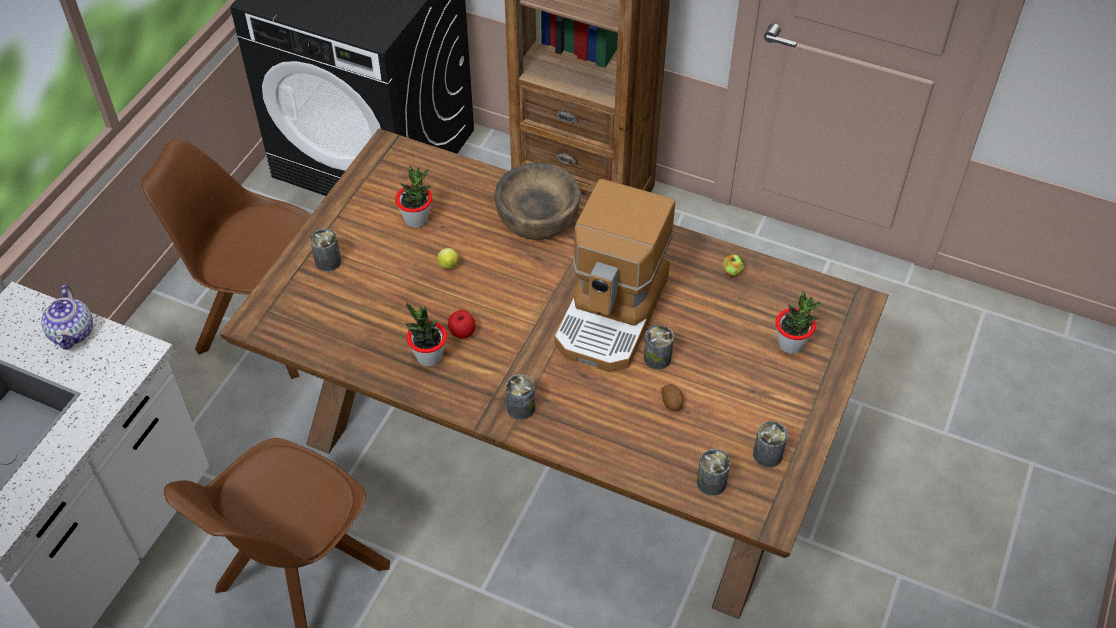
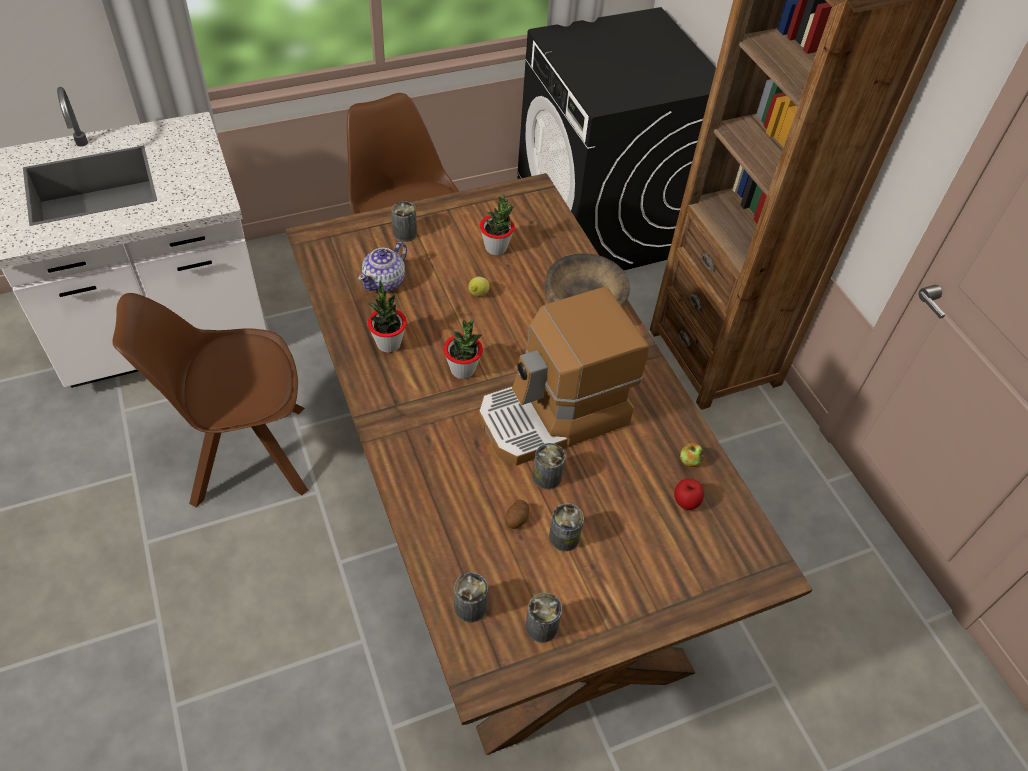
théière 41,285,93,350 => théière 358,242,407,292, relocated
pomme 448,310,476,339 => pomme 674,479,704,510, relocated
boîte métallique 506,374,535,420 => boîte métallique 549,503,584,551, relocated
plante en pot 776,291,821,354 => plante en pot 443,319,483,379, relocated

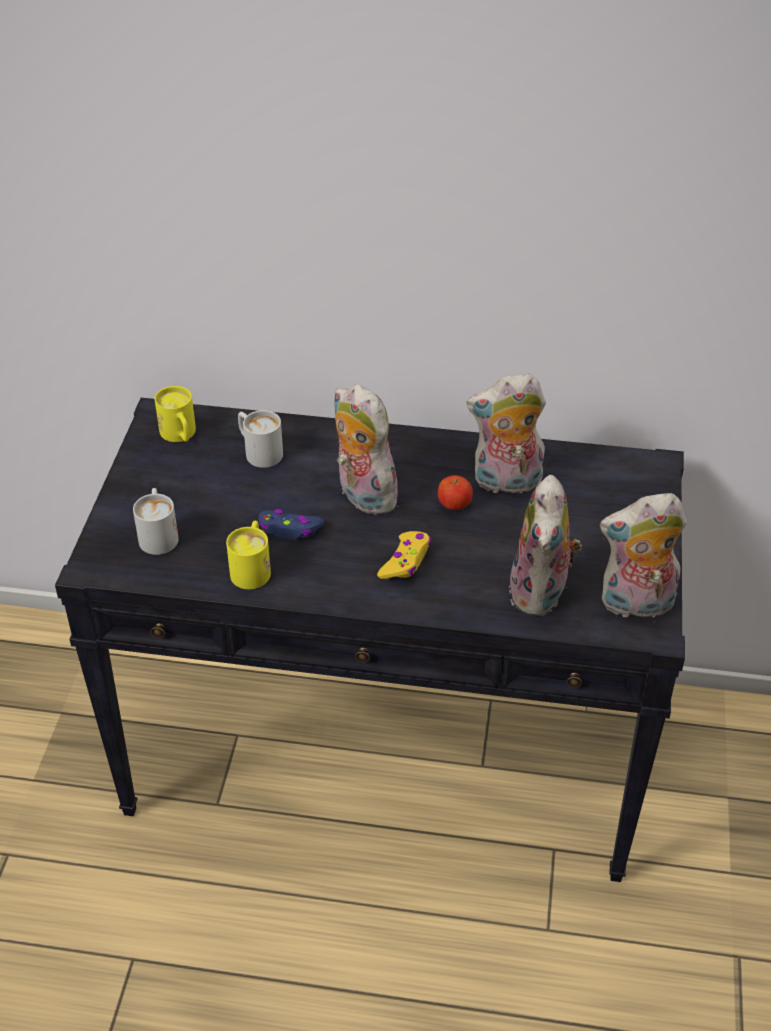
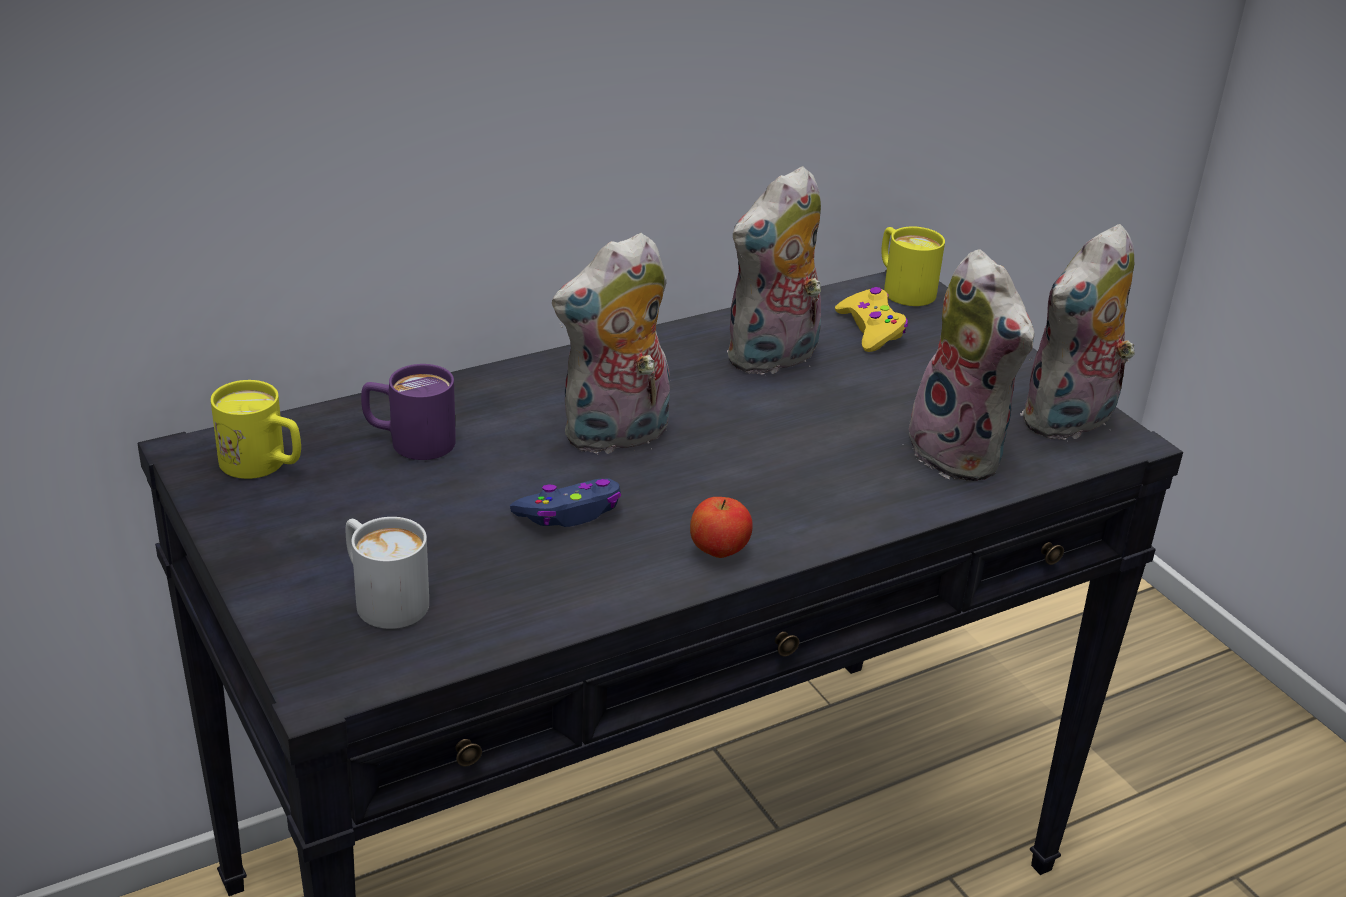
mug/jaune 226,521,271,589 => mug/jaune 881,226,945,306, relocated
mug/blanc 238,410,283,468 => mug/violet 361,364,456,460
peluche 334,384,401,515 => peluche 552,233,670,454, 45 degrees counterclockwise
manette/jaune 377,531,431,579 => manette/jaune 835,287,908,352, relocated
pomme 438,475,473,510 => pomme 690,497,753,558, relocated

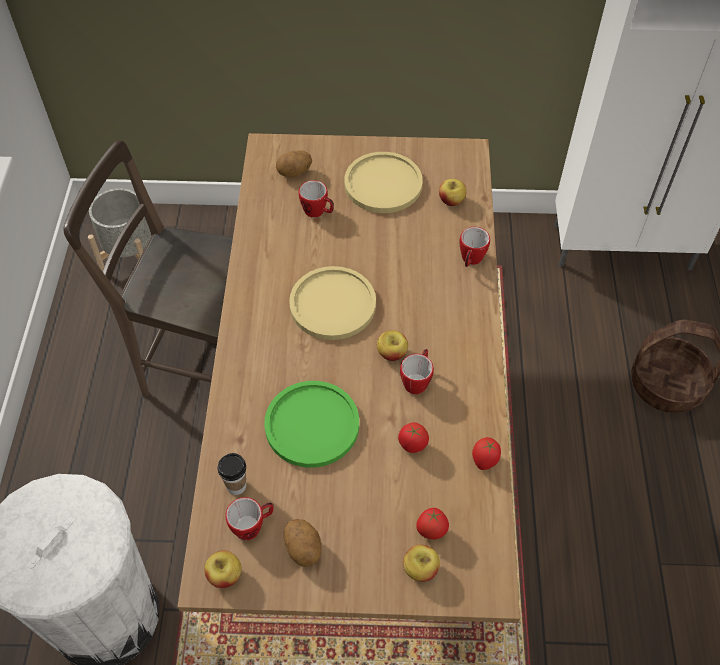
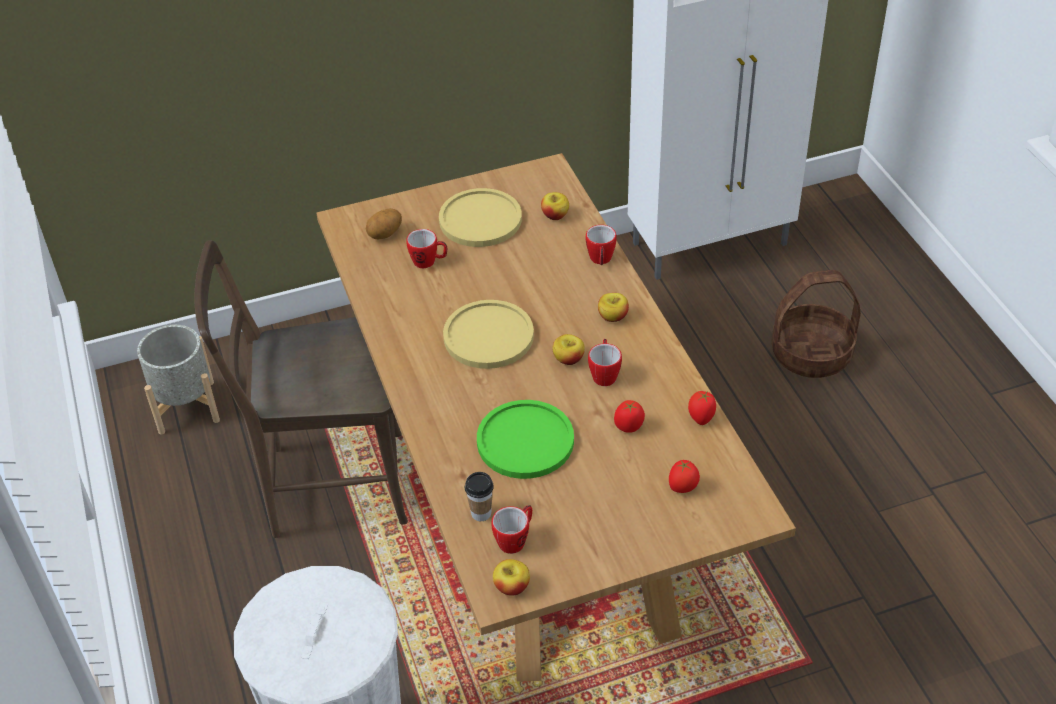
pomme de terre 284,519,321,567 => nothing
pomme 403,545,440,582 => pomme 598,293,629,322, relocated

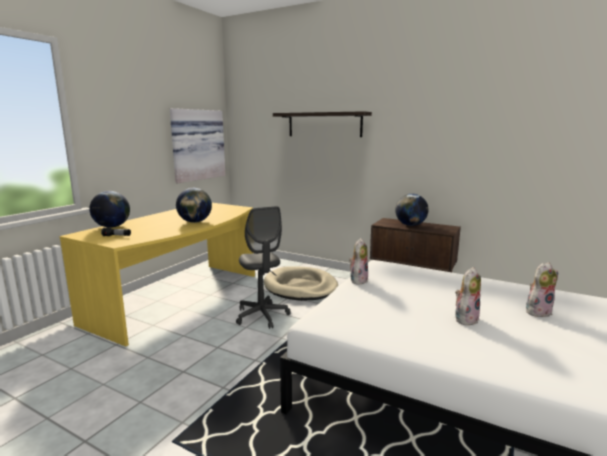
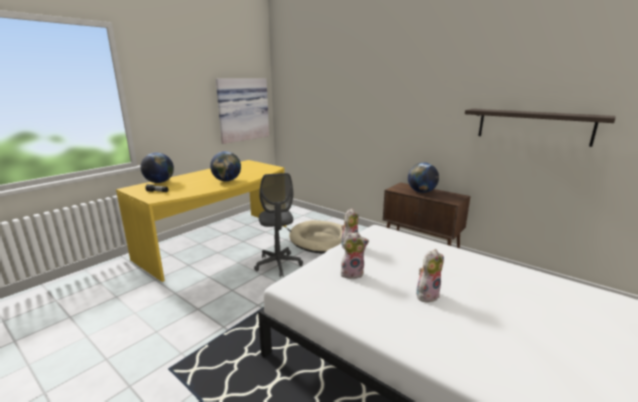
étagère 273,111,372,137 => étagère 465,109,616,147, relocated
peluche 526,263,558,317 => peluche 341,232,369,279, relocated

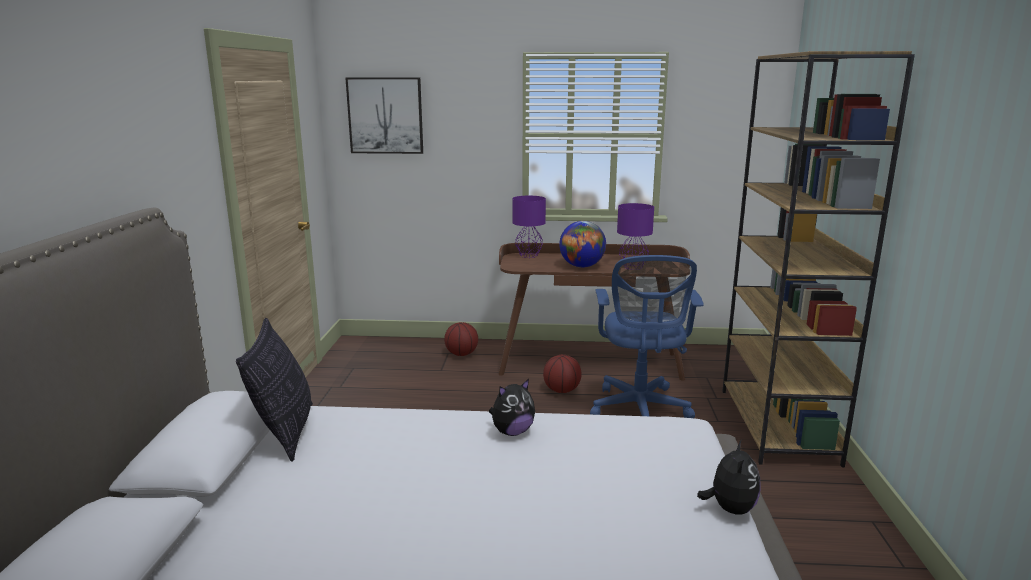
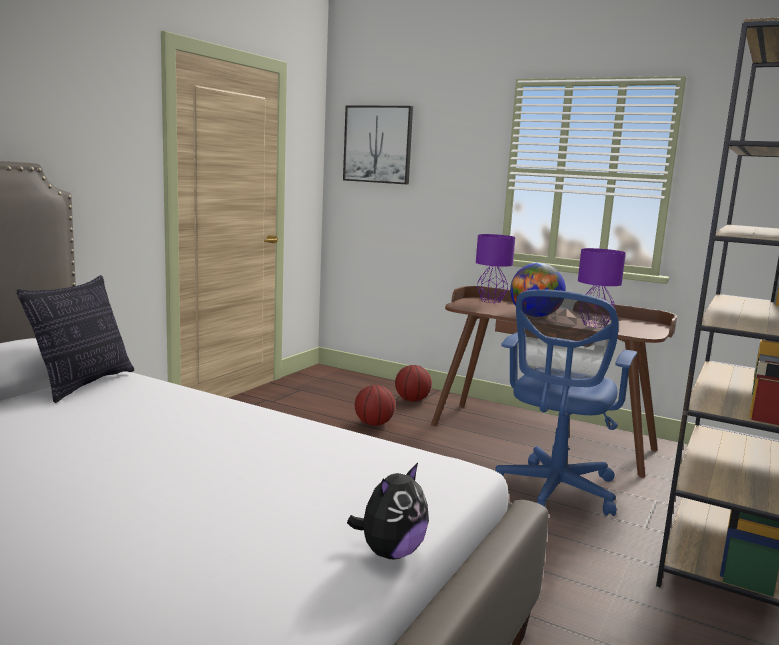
peluche 489,379,535,436 => nothing
ballon de basket 543,355,582,393 => ballon de basket 355,385,395,426, relocated

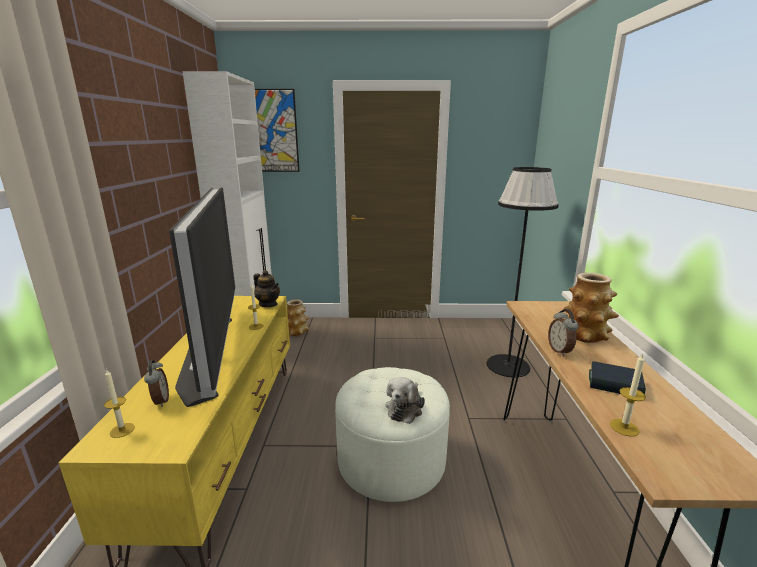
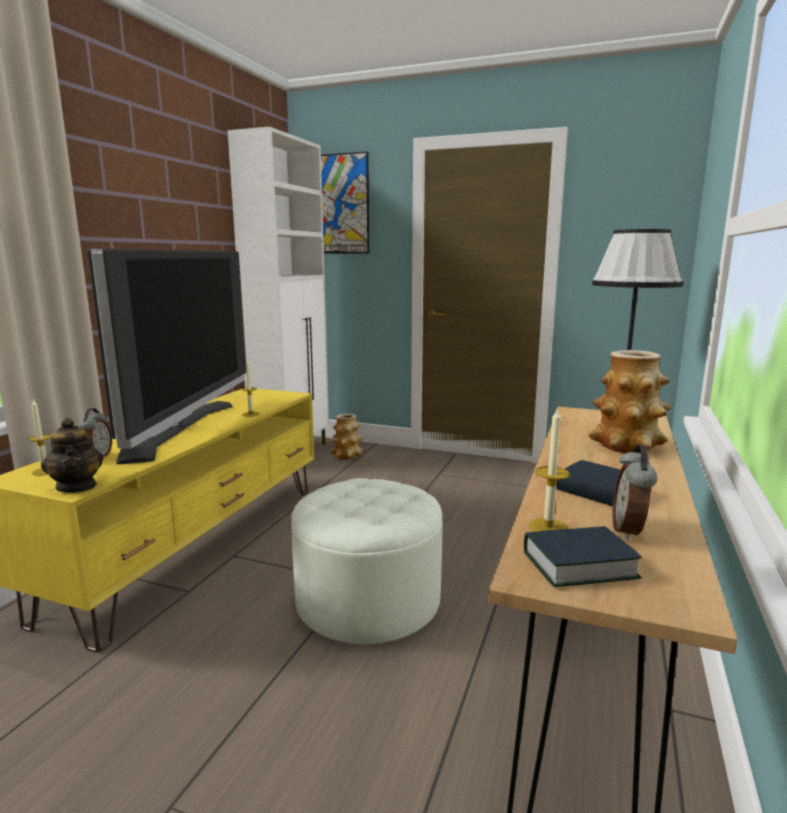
théière 254,270,280,307 => théière 41,418,103,493, relocated
peluche 386,377,425,424 => nothing
réveil 548,309,578,356 => réveil 612,444,657,541, relocated
nothing => livre 524,526,642,587

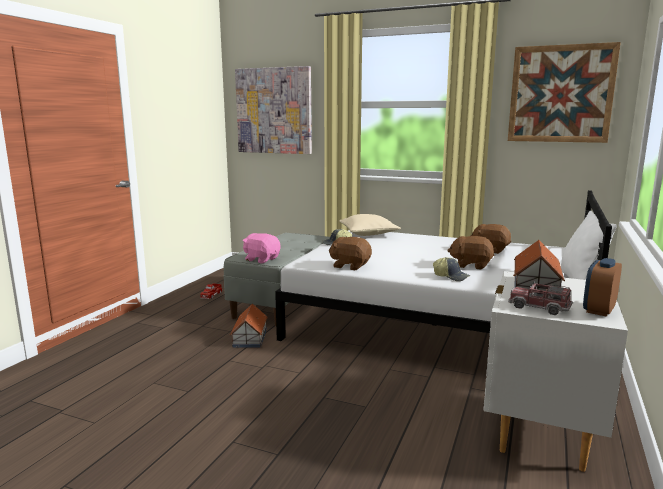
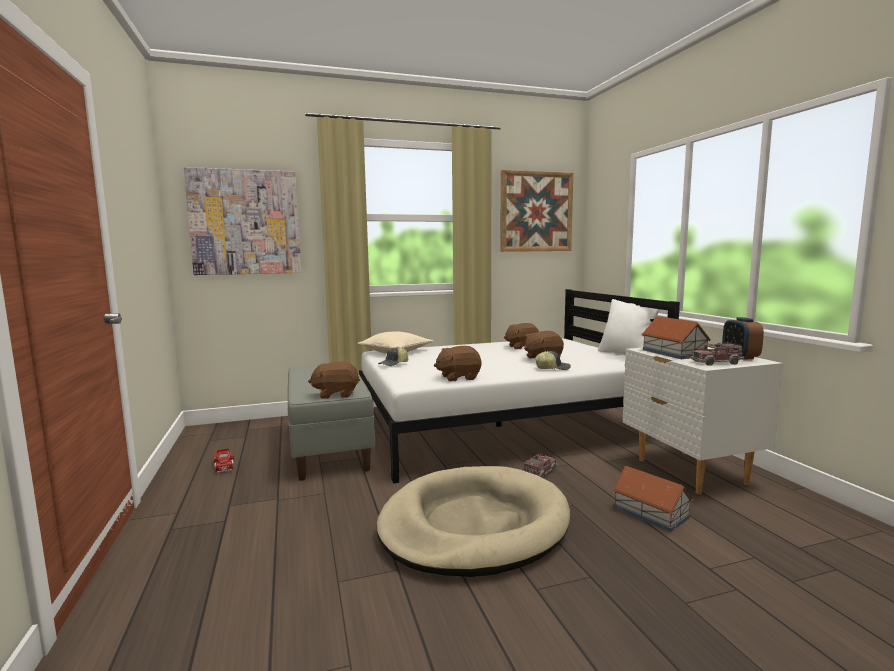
maison miniature 230,304,268,348 => maison miniature 613,466,694,532, relocated
peluche/rose 243,233,280,263 => peluche/marron 308,361,360,399
nothing => panier pour chien/beige 377,466,570,577
nothing => camion jouet 523,454,557,478

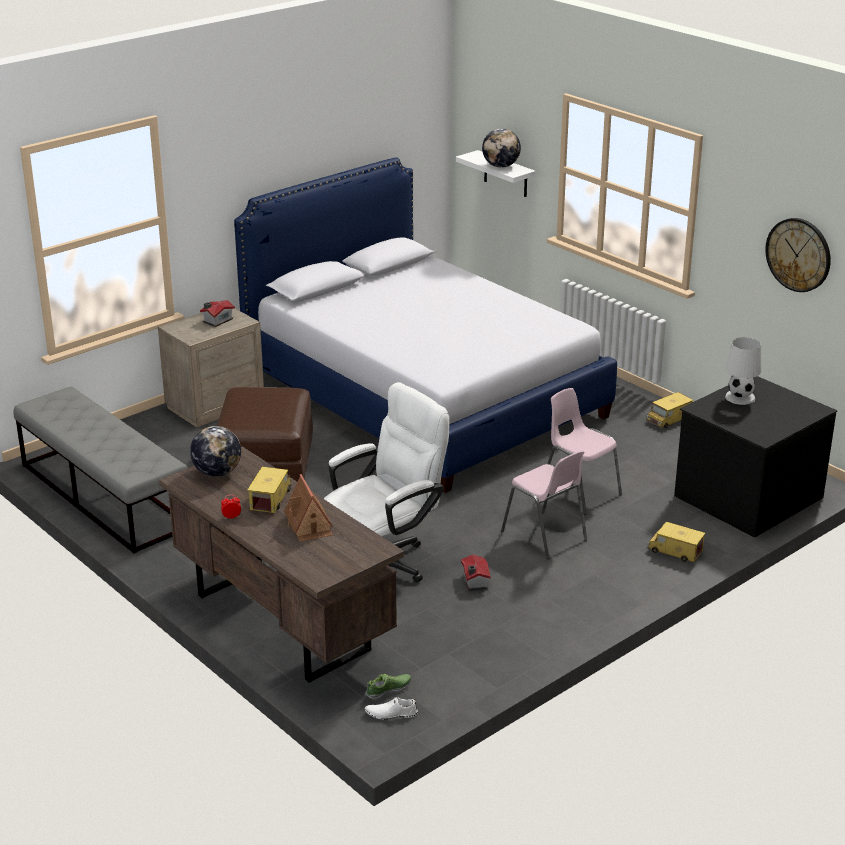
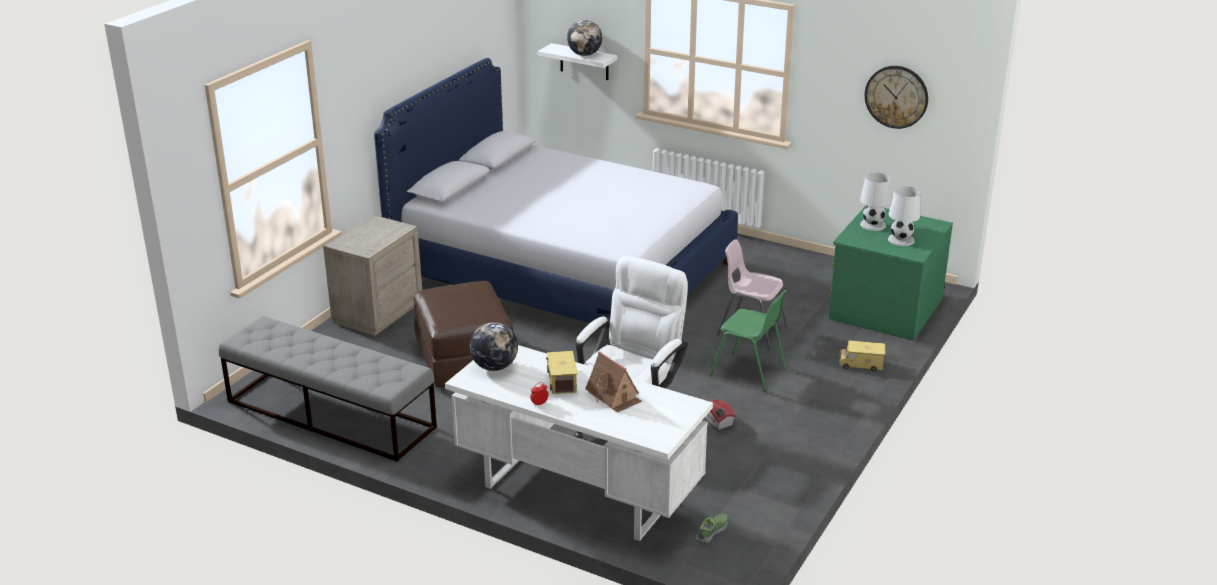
bureau/marron 159,446,404,683 => bureau/blanc 445,345,713,541
maison miniature 200,300,235,327 => nothing
chaussure/blanc 365,697,418,720 => nothing
chaise/rose 501,450,587,559 => chaise/vert 710,290,787,392
camion jouet 646,392,694,429 => nothing
commode/noir 674,376,837,537 => commode/vert 829,205,953,341
nothing => lampe de table/blanc 888,186,920,246

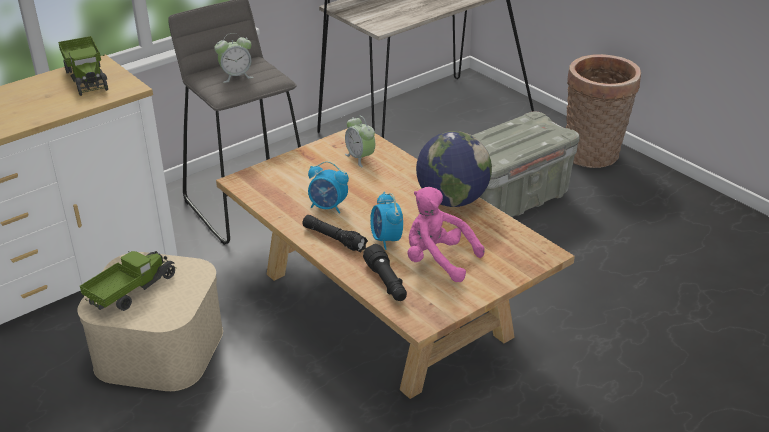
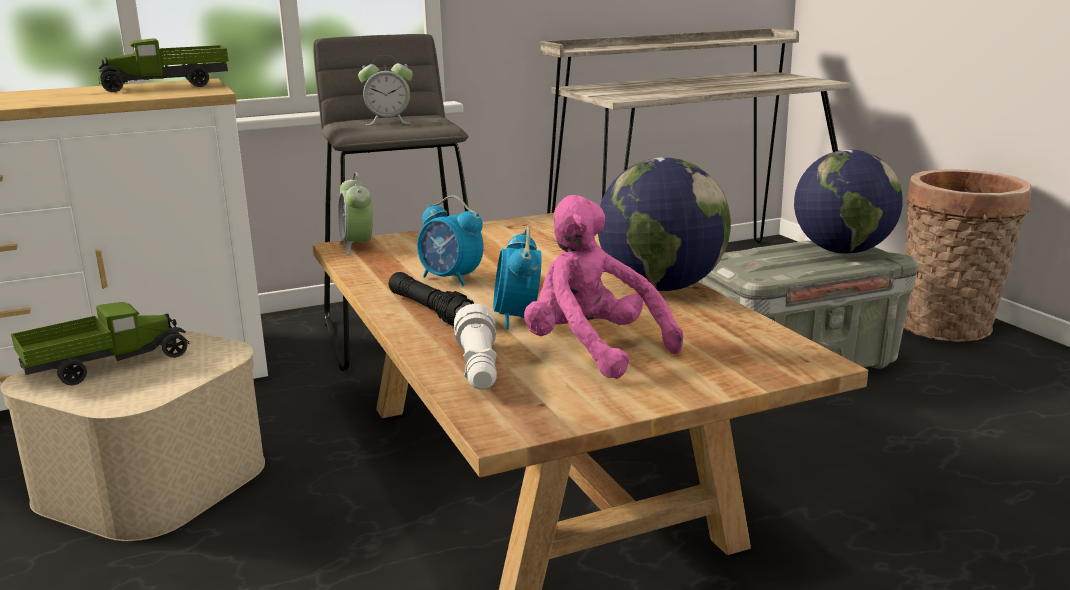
camion jouet 58,36,108,96 => camion jouet 98,38,228,92, 75 degrees clockwise
réveil 345,115,375,167 => réveil 338,173,373,255, relocated
lampe de poche/noir 363,244,407,301 => lampe de poche/blanc 454,303,497,390
nothing => globe 794,149,903,254

